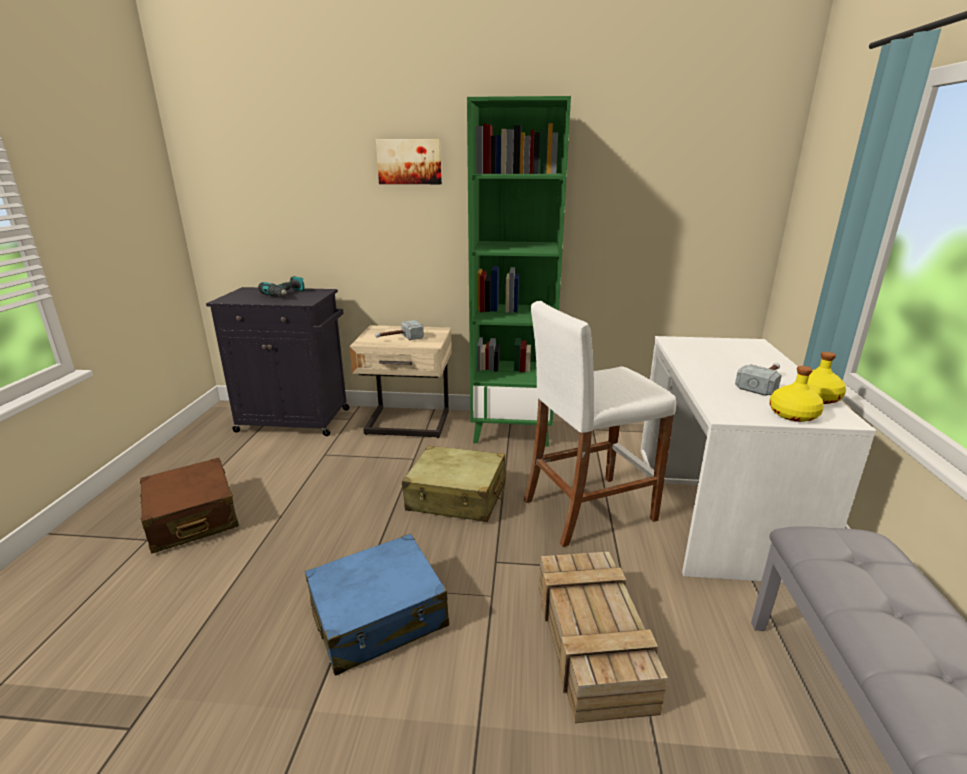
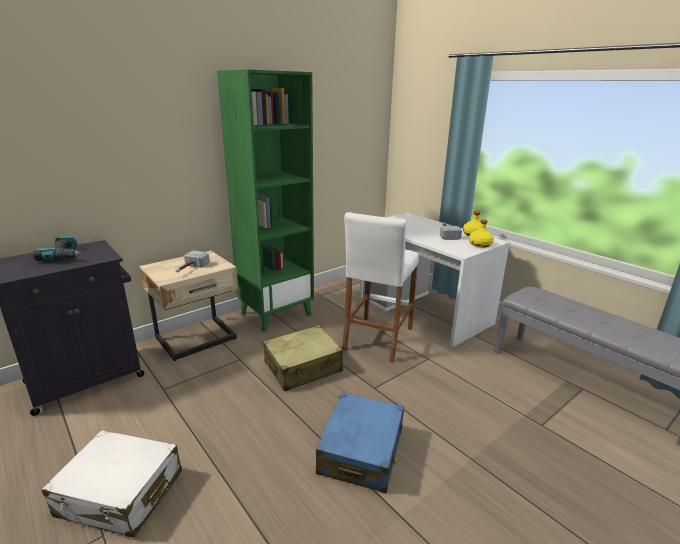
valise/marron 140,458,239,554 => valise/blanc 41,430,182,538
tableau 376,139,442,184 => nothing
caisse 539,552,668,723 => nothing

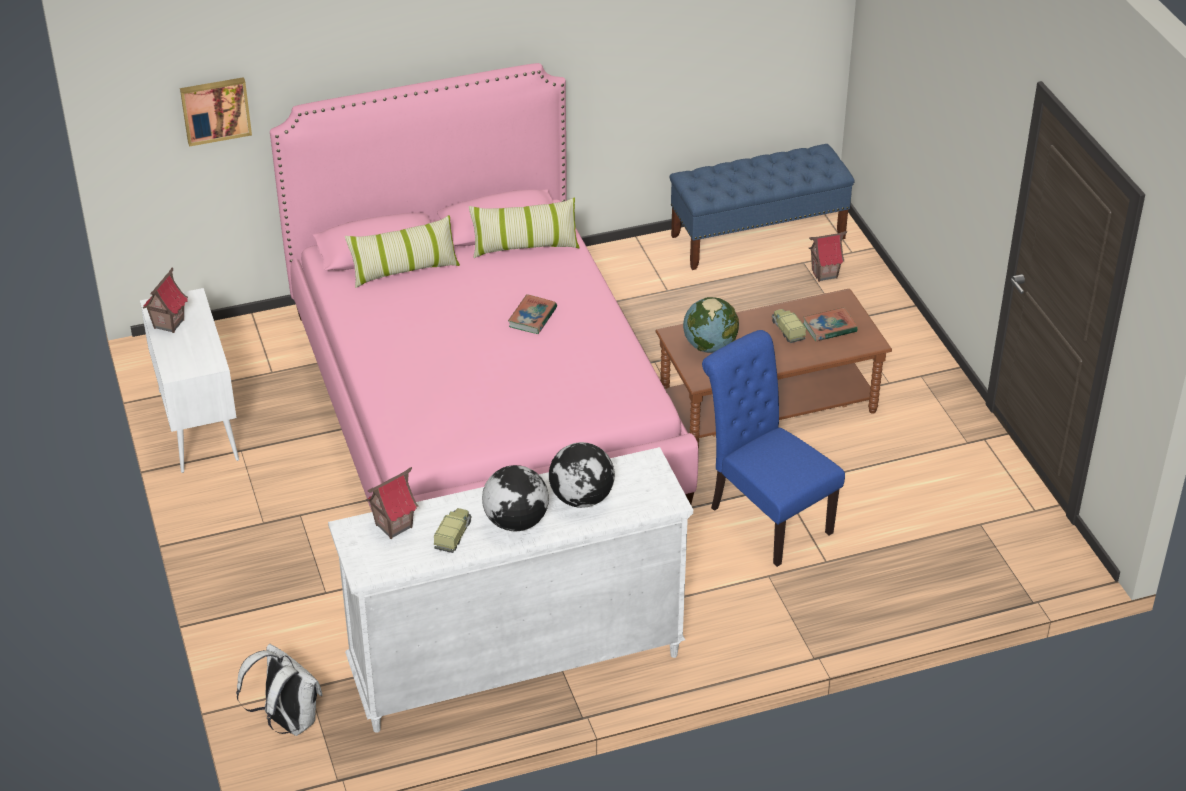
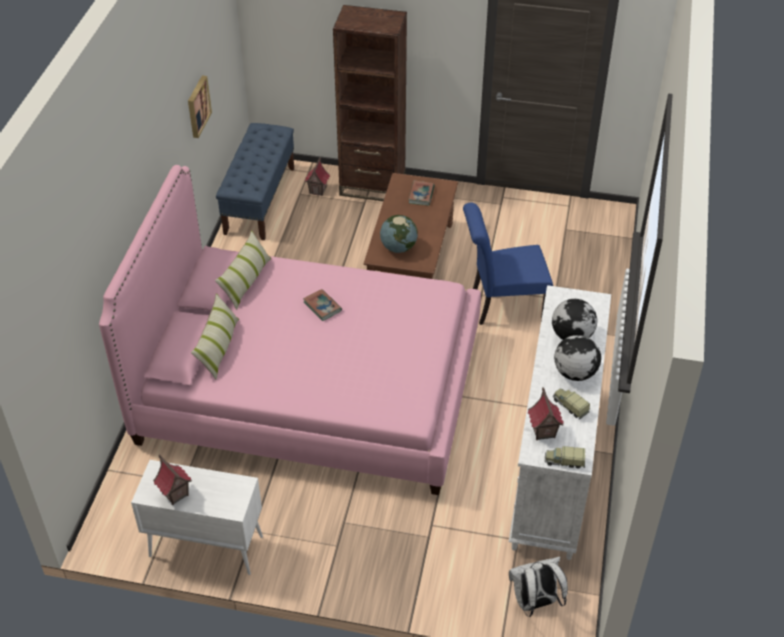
tableau 180,77,252,147 => tableau 188,76,212,138, relocated
camion jouet 772,309,806,343 => camion jouet 545,446,585,469, relocated
nothing => bibliothèque/marron 333,5,407,201

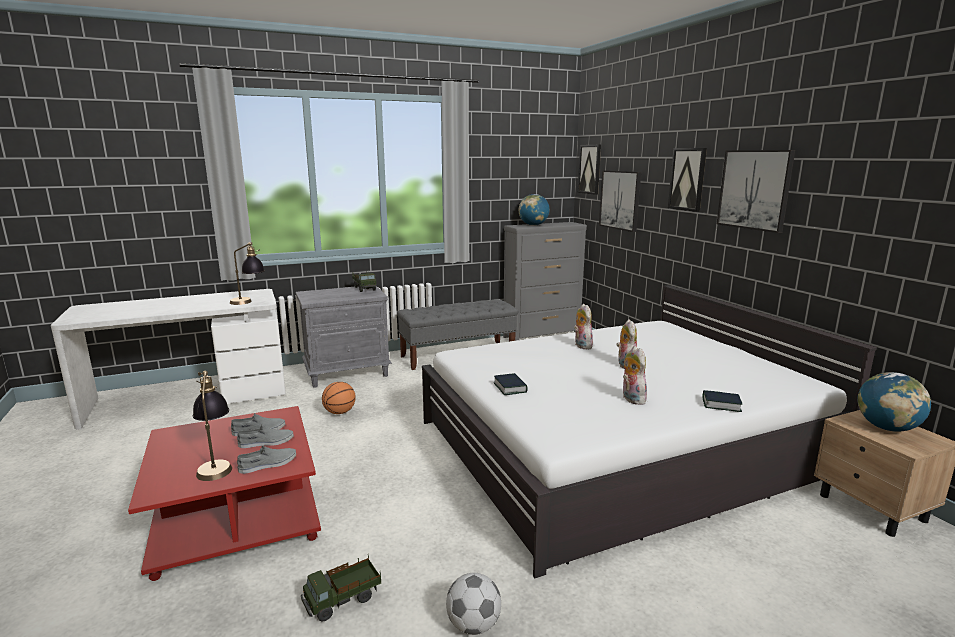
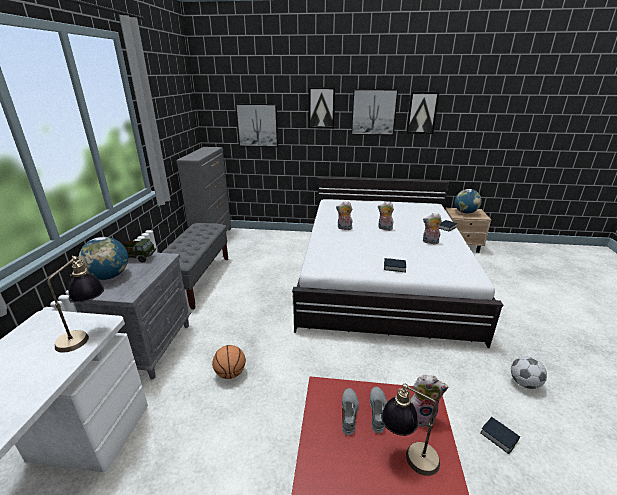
chaussure/gris 237,446,296,474 => peluche 410,375,449,427
camion jouet 301,556,381,622 => livre 480,417,520,454
globe 519,194,550,226 => globe 78,237,128,280, relocated
tableau 578,145,601,195 => tableau 406,92,440,134, relocated

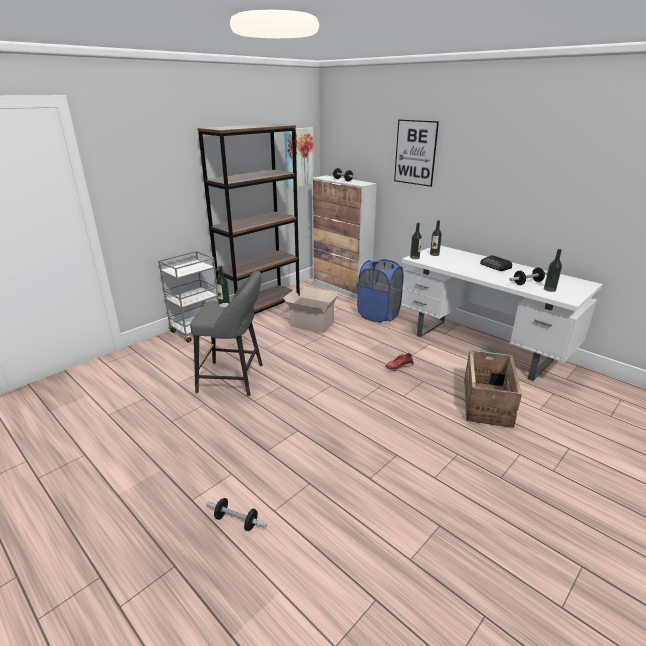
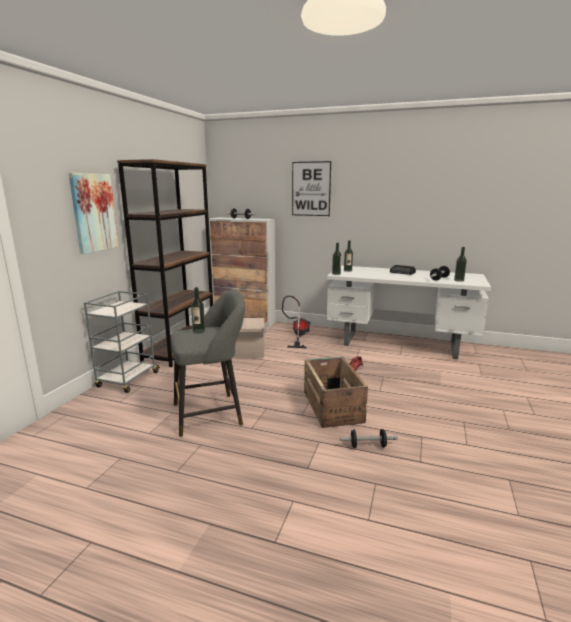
haltère 206,498,267,531 => haltère 340,429,398,448, relocated
tableau 284,127,314,189 => tableau 69,173,119,254, relocated
panier à linge/bleu 357,259,403,322 => aspirateur 282,296,310,348
caisse 464,350,522,428 => caisse 304,357,368,428, relocated

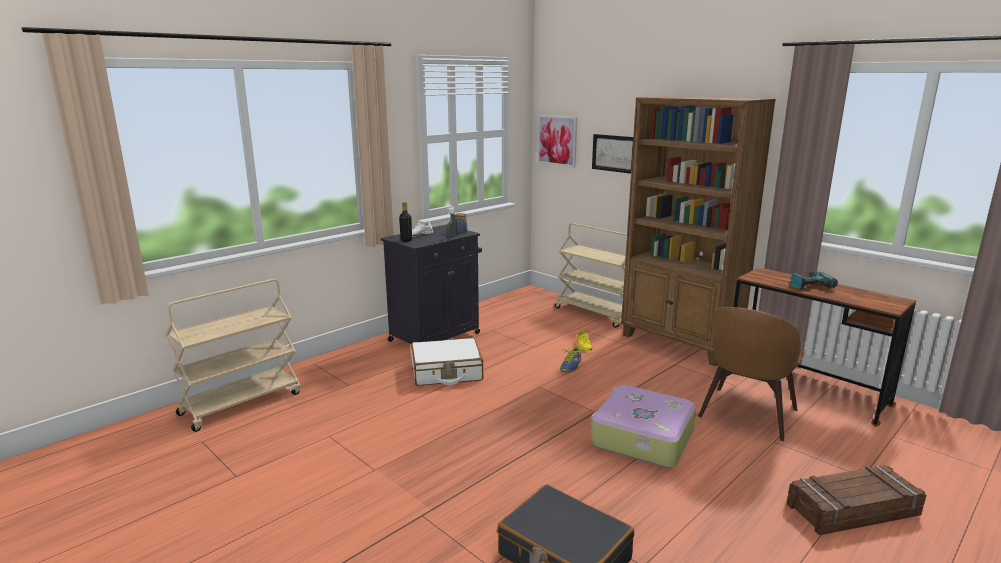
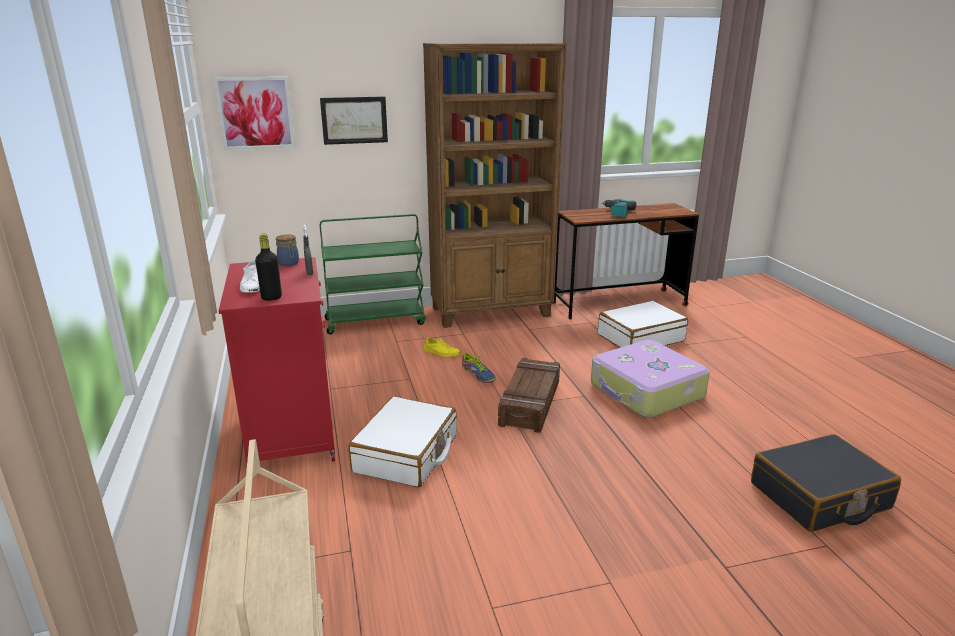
meuble de rangement/noir 381,225,482,344 => meuble de rangement/rouge 219,257,335,463
chariot/beige 555,223,627,328 => chariot/vert 320,214,426,334
chaise/marron 698,307,804,441 => valise/blanc 598,301,688,348
caisse 787,465,926,535 => caisse 498,358,560,433, relocated

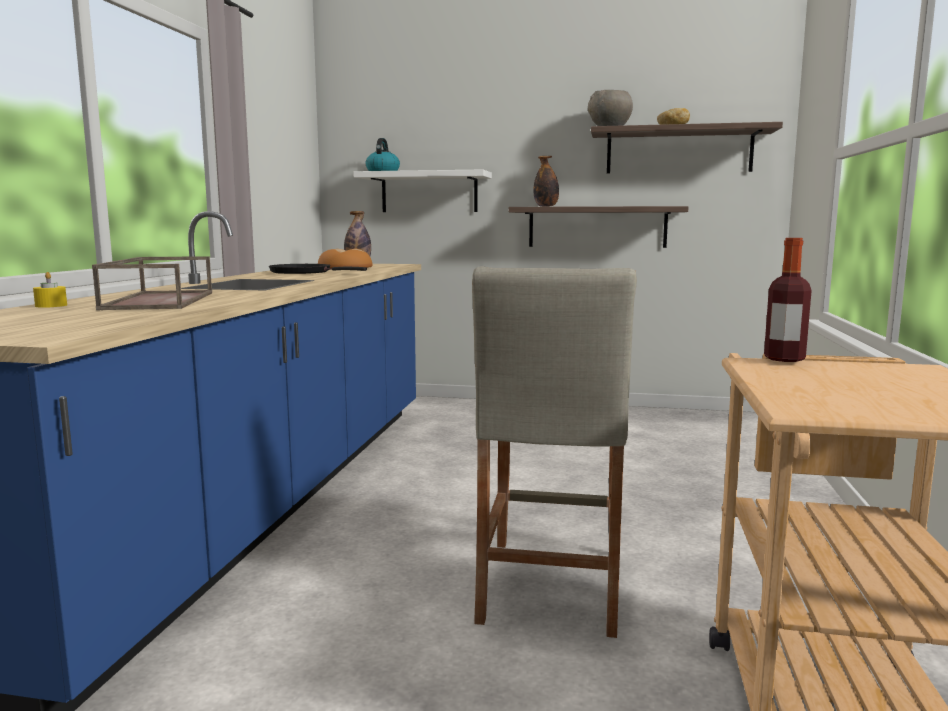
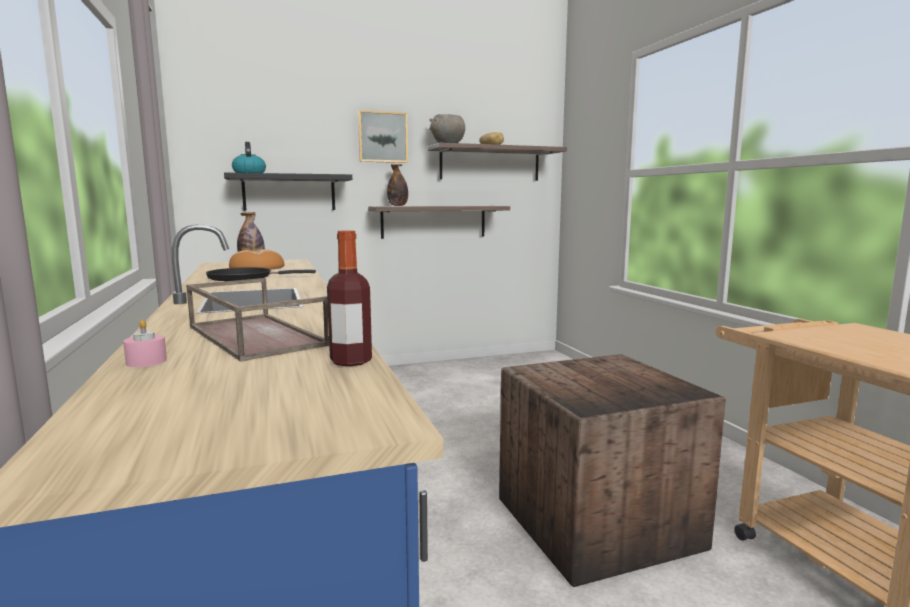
bougie/jaune 33,272,67,308 => bougie/rose 123,320,167,367
étagère/blanc 353,170,492,212 => étagère/noir 224,173,352,210
tabouret/beige 472,266,637,638 => caisse 499,354,726,587
bouteille 764,238,812,362 => bouteille 327,230,372,367, relocated
nothing => tableau 358,110,408,163

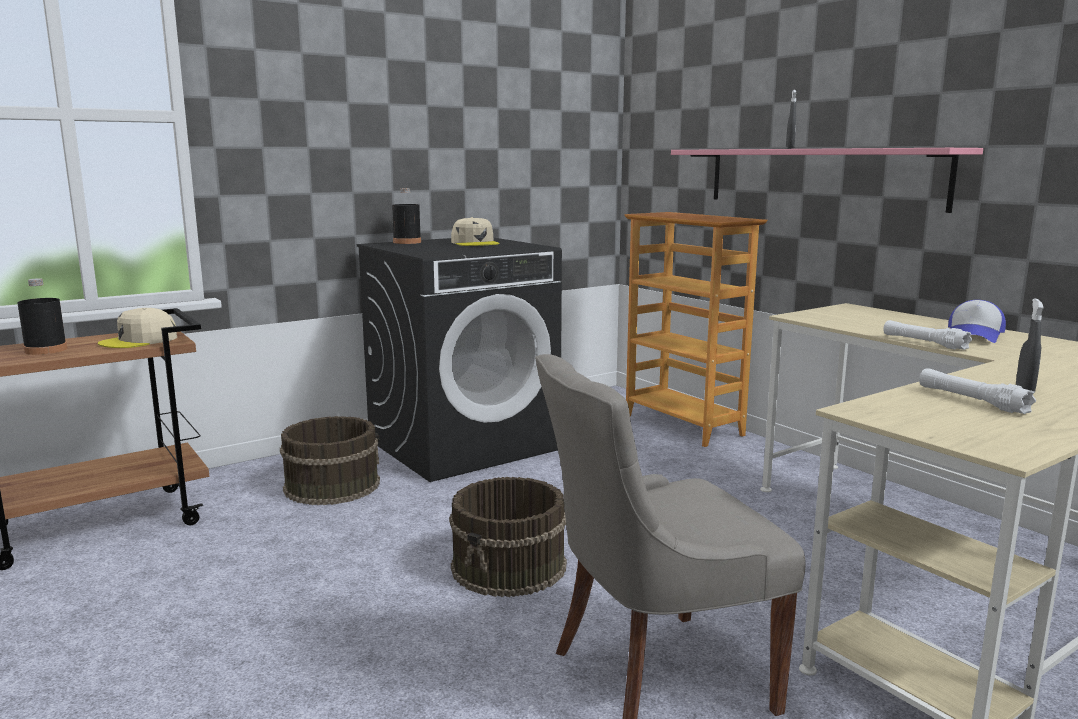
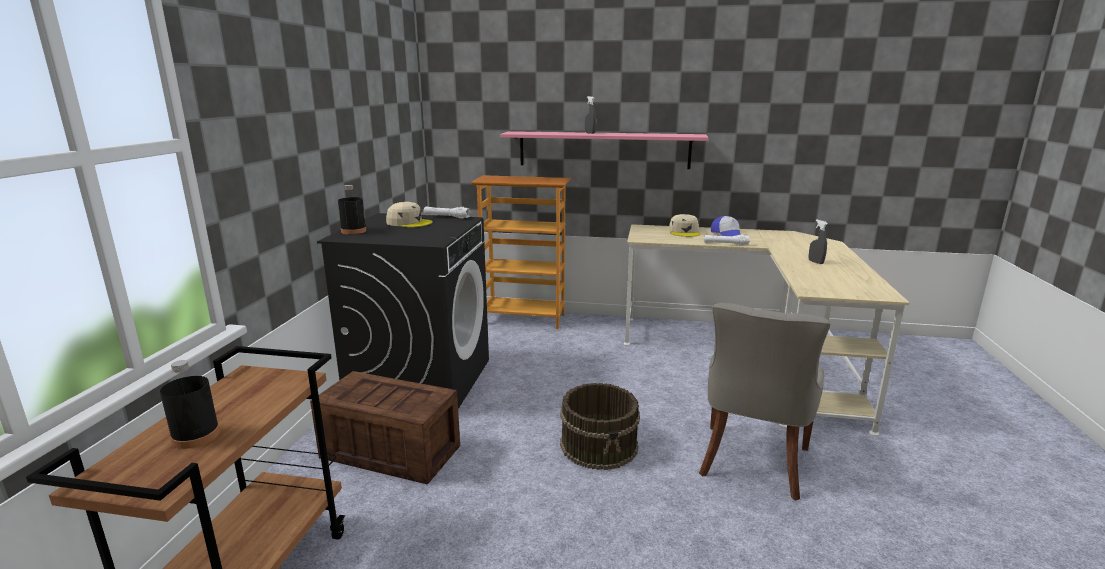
casquette/beige 98,308,177,348 => casquette/beige 669,214,700,237, relocated
seau/marron 280,416,380,505 => caisse 310,371,460,485
lampe de poche/blanc 919,368,1036,414 => lampe de poche/blanc 424,207,470,219, relocated

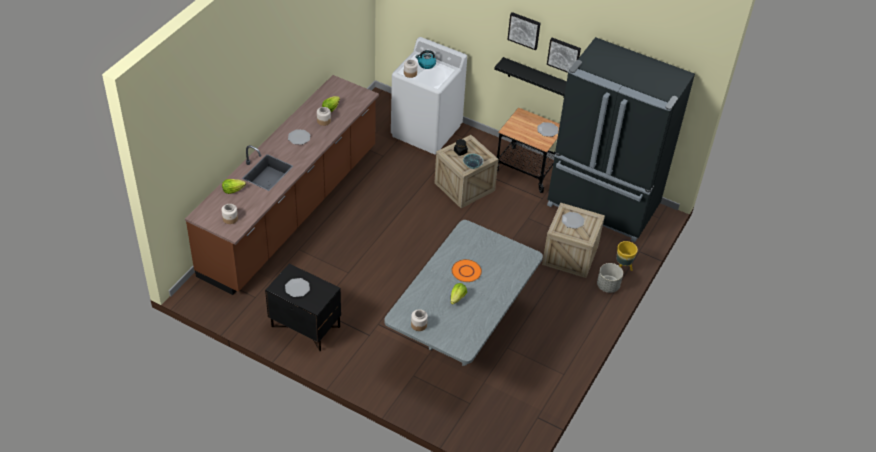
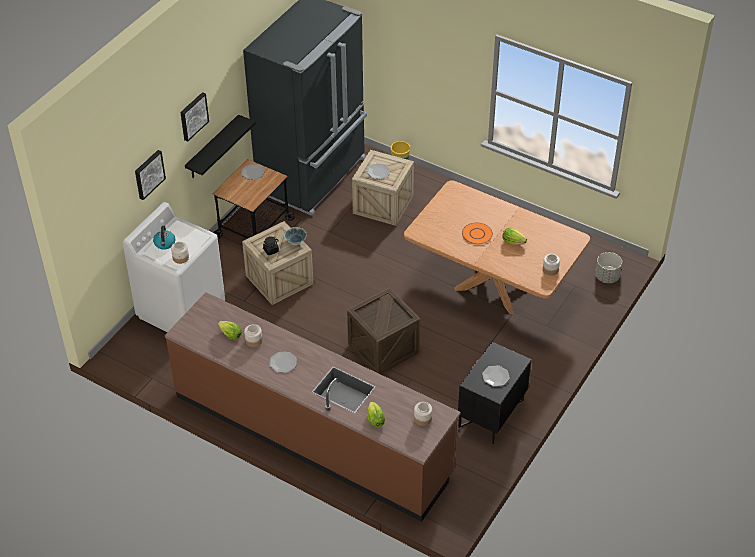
table à manger/gris 384,220,543,366 => table à manger/marron 404,180,590,314
tableau 547,38,581,73 => tableau 135,150,166,200, relocated
cache-pot/gris 597,263,623,293 => cache-pot/gris 595,252,622,283, relocated
nothing => caisse 347,287,420,374

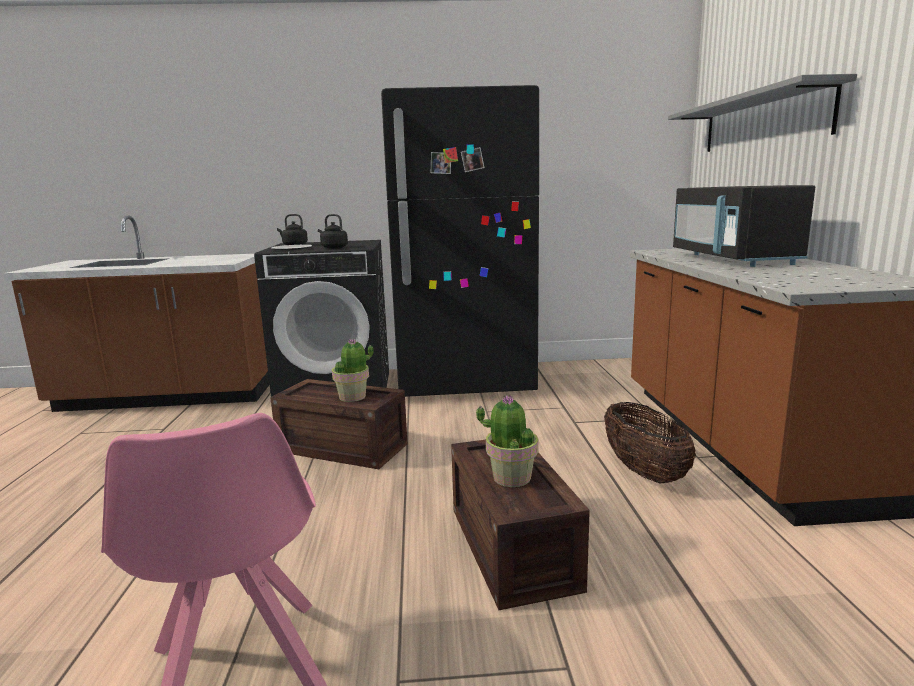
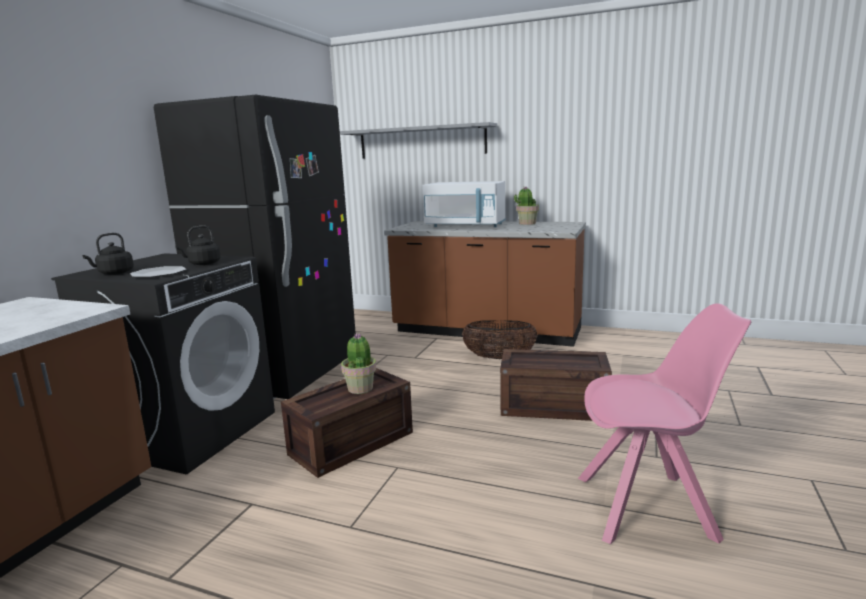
plante en pot 476,395,539,487 => plante en pot 514,186,539,225, relocated
micro-ondes/noir 673,185,815,267 => micro-ondes/blanc 422,181,506,227

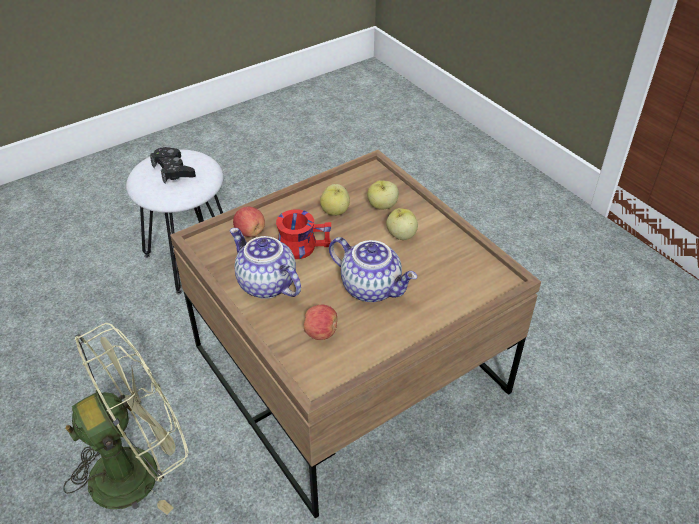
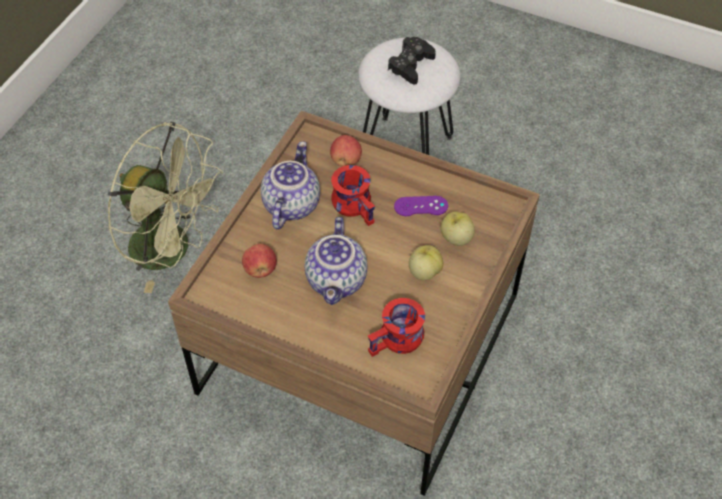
pomme 320,184,350,216 => manette/violet 394,196,448,216
nothing => mug/rouge 368,298,425,357

